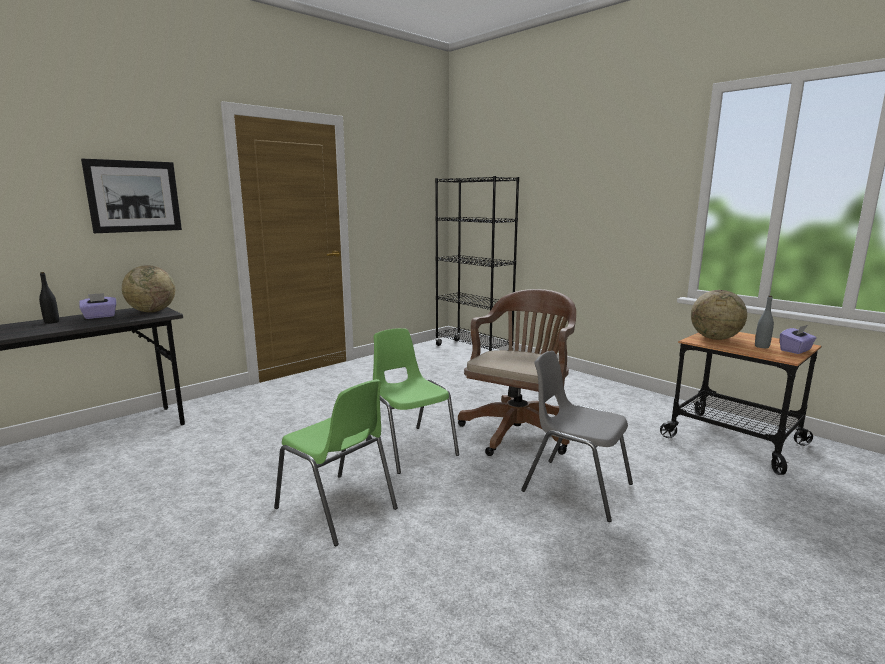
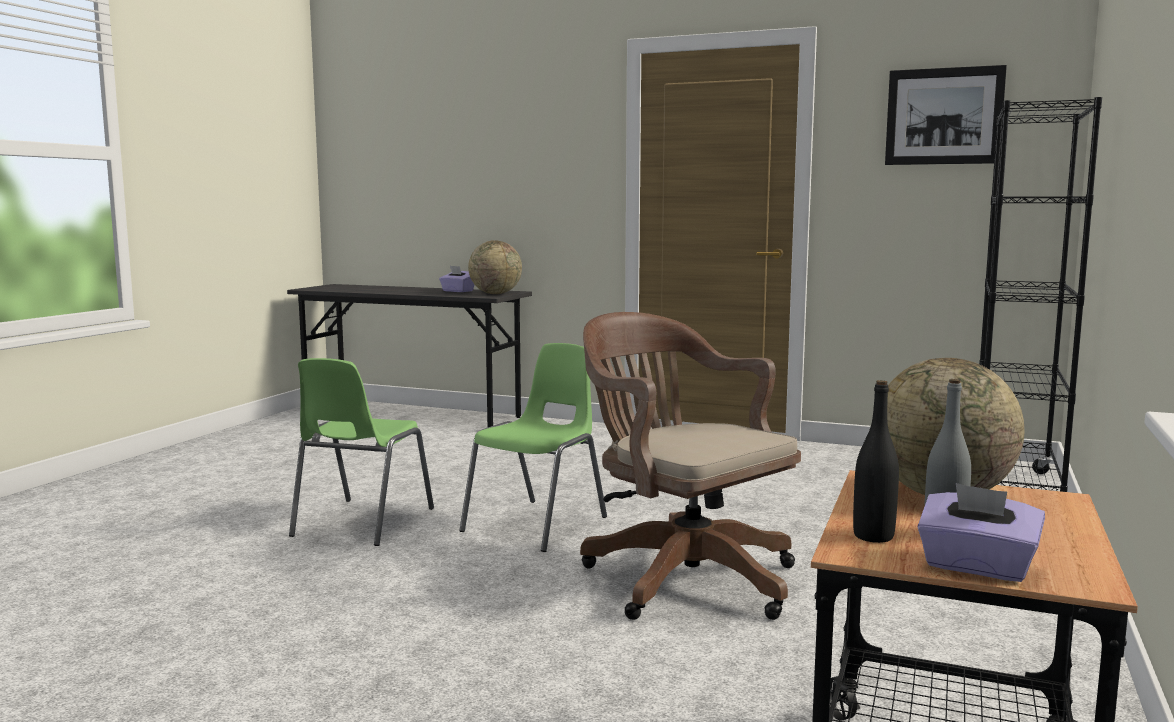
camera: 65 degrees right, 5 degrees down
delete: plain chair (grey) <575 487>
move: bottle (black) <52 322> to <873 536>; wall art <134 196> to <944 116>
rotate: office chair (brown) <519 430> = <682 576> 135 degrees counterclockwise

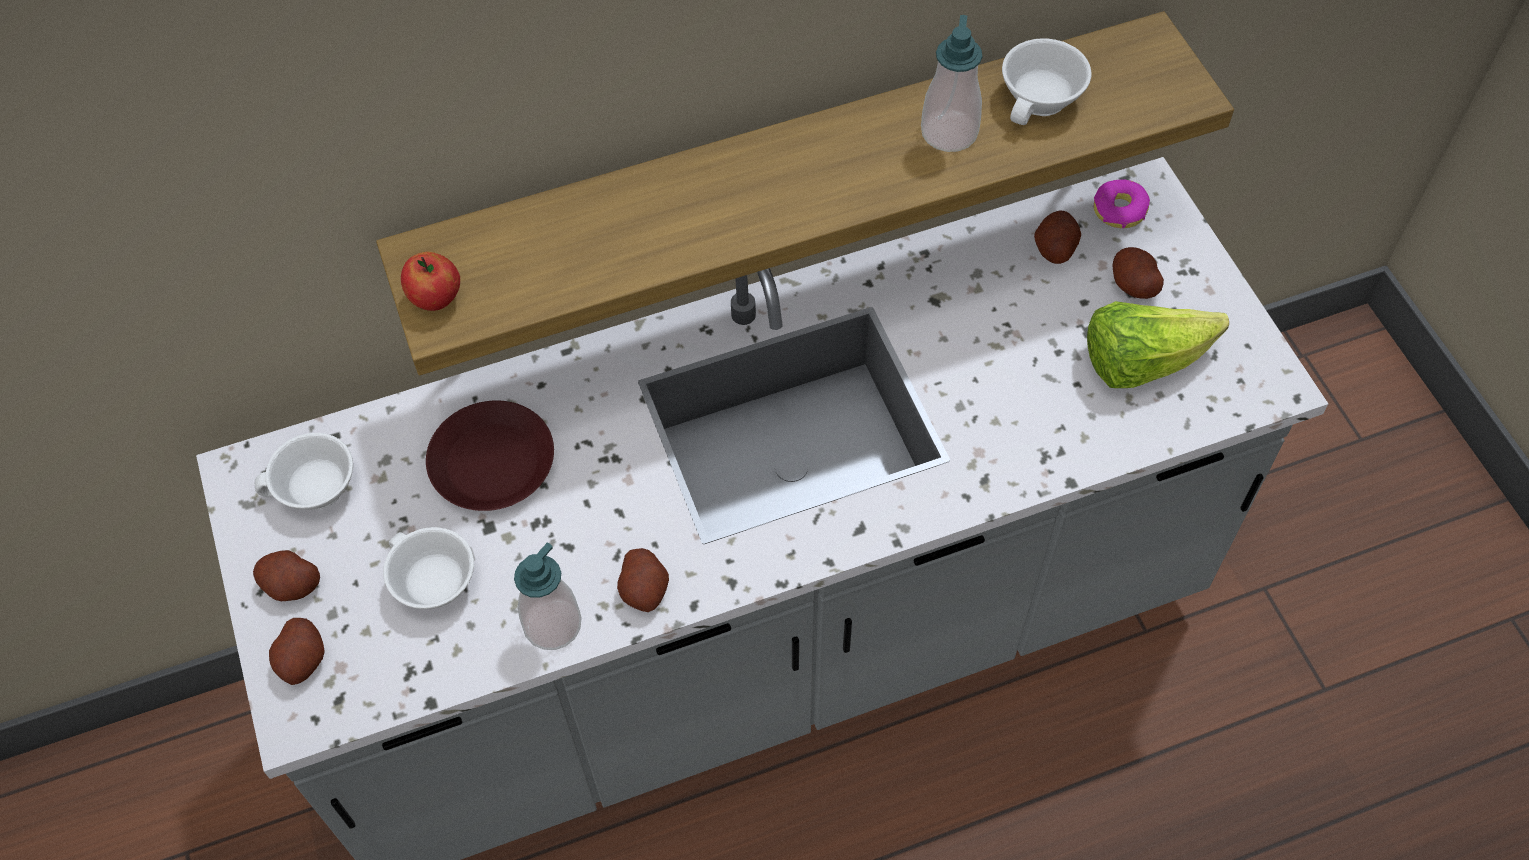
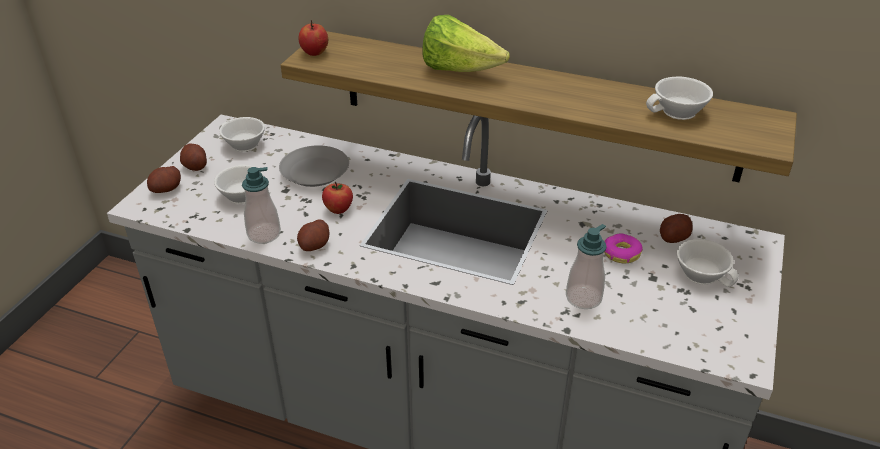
camera: 40 degrees right, 20 degrees down
insert: apple <338 210>
move: soap dispenser <949 132> to <583 298>; lettuce head <1141 362> to <459 70>; ring doughnut <1119 210> to <621 253>
replace: whole potato <1133 285> to cup (white) <703 274>
recolor: flat dish (brown) <493 464> to flat dish (grey) <314 172>

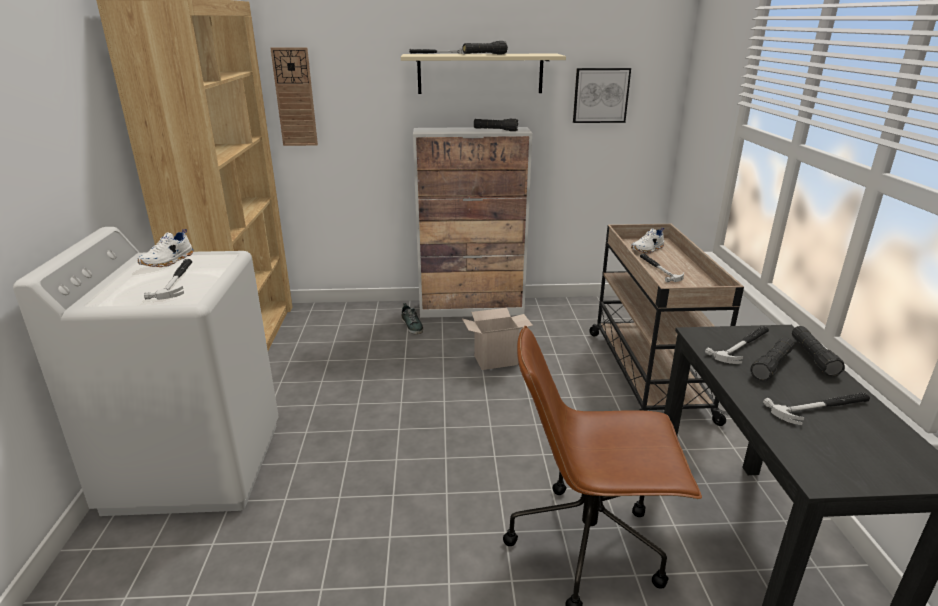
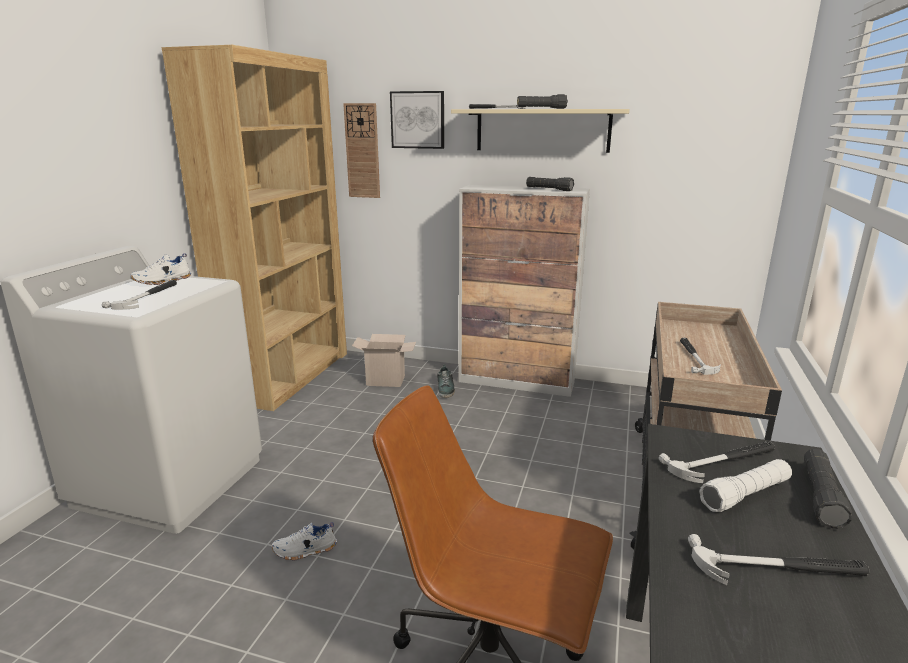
camera: 20 degrees right, 5 degrees down
move: packing box <496 360> to <387 380>; wall art <600 95> to <418 120>; low shoe (white) <648 249> to <305 550>
recolor: hand torch (black) <771 366> to hand torch (white) <745 495>

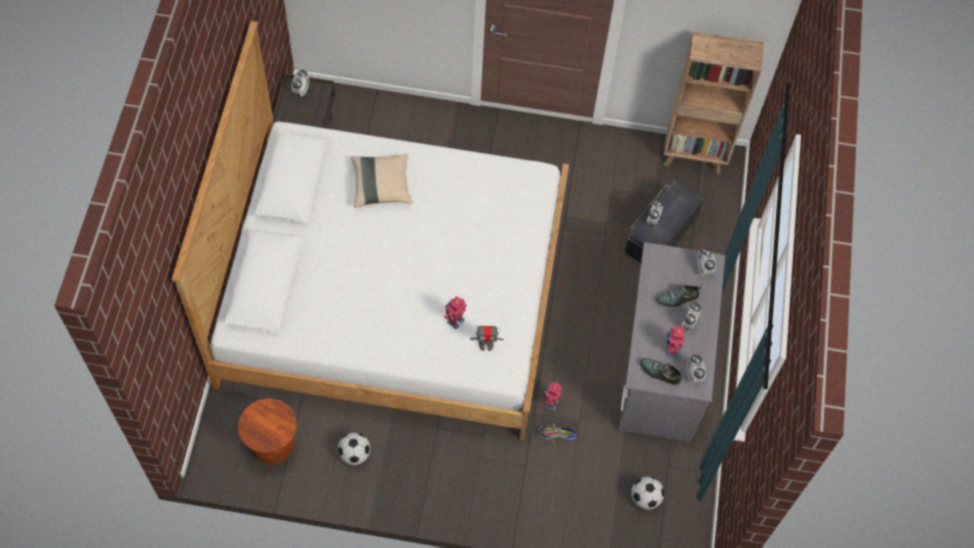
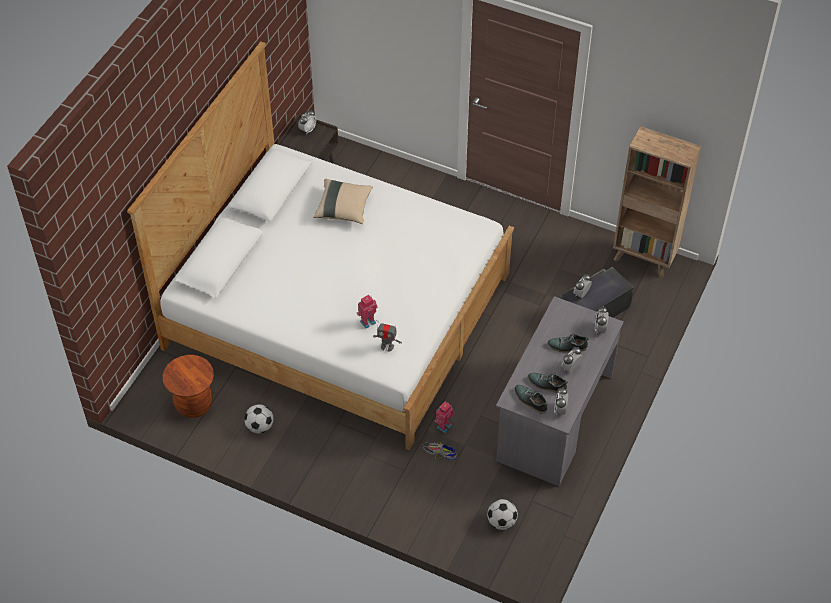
camera: 20 degrees right, 10 degrees down
replace: robot figure <671 350> to low shoe <547 385>

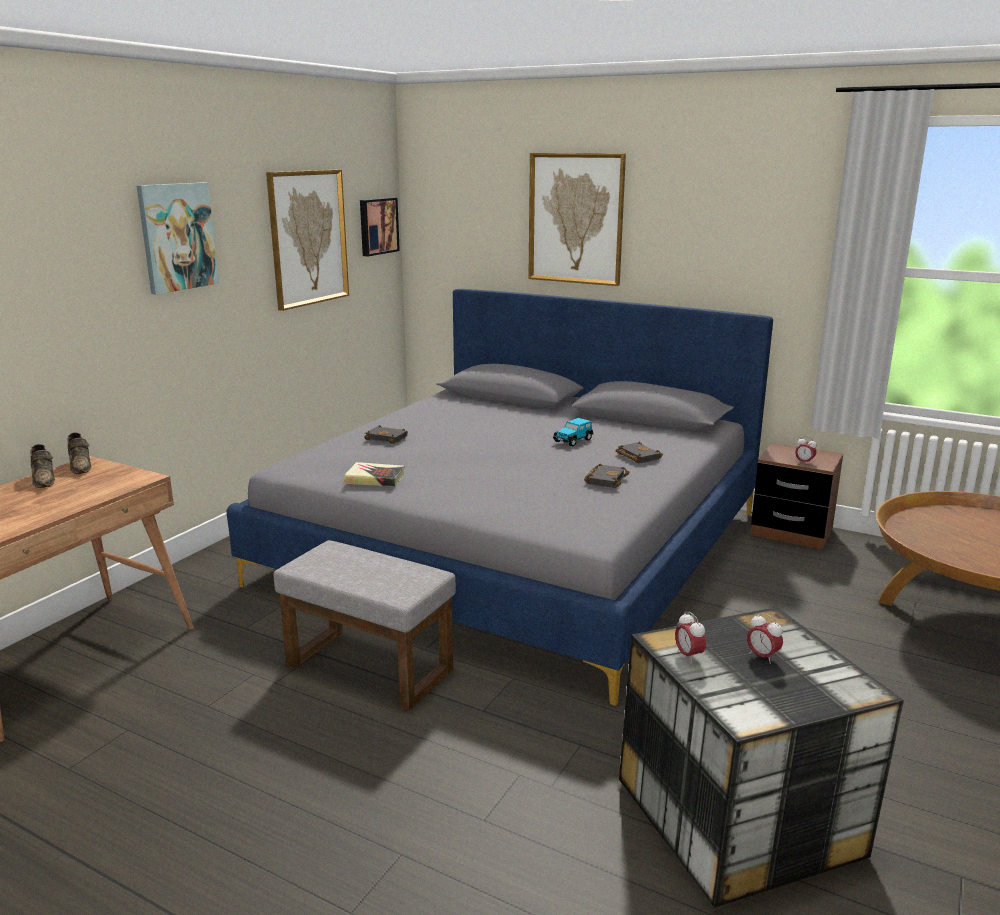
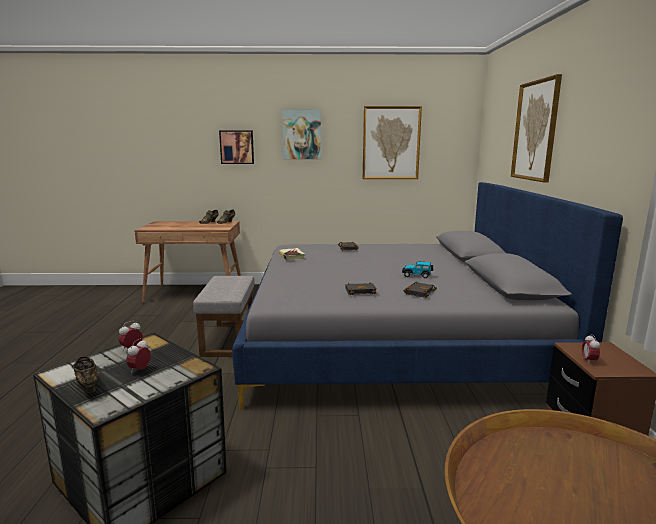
camera: 60 degrees right, 5 degrees down
insert: low shoe (brown) <88 385>
move: wall art <377 226> to <237 147>

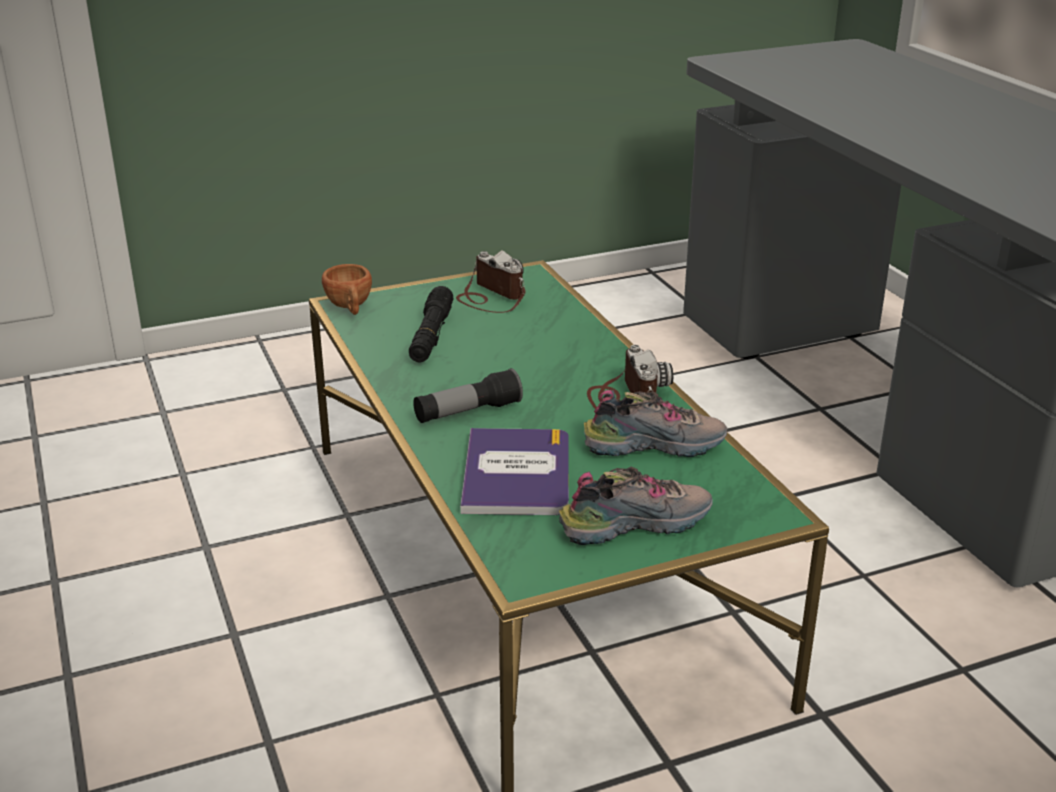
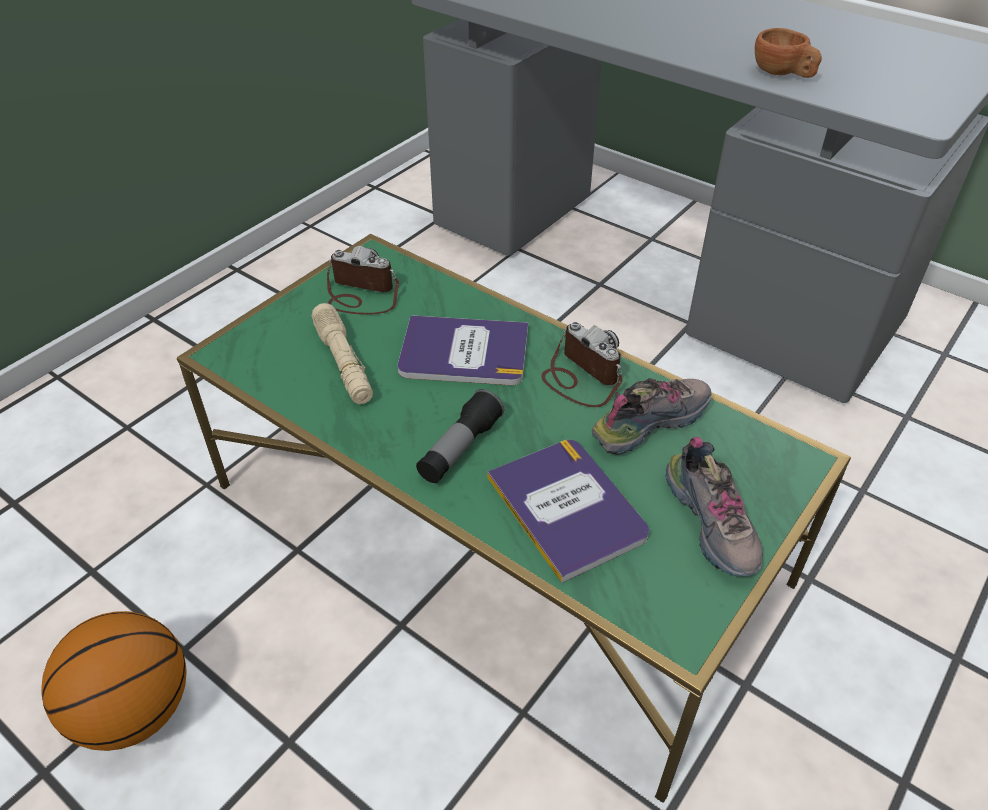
camera: 30 degrees left, 15 degrees up
insert: ball for basketball <134 710>; volume <464 352>
move: cup (brown) <350 308> to <783 74>
recolor: hand torch (black) <431 335> to hand torch (sand-coloured) <343 363>
rotate: low shoe <635 524> = <714 523> 120 degrees clockwise

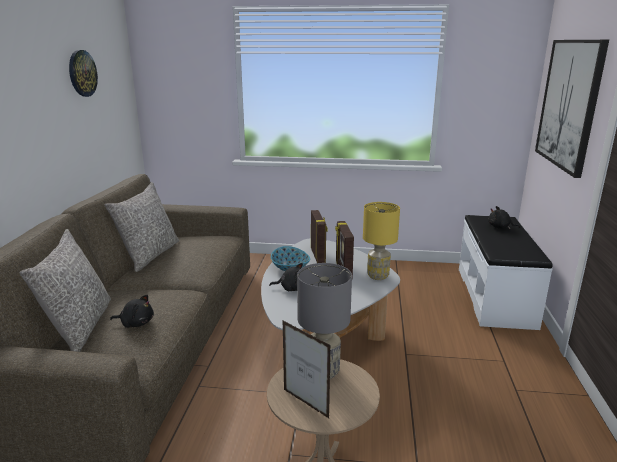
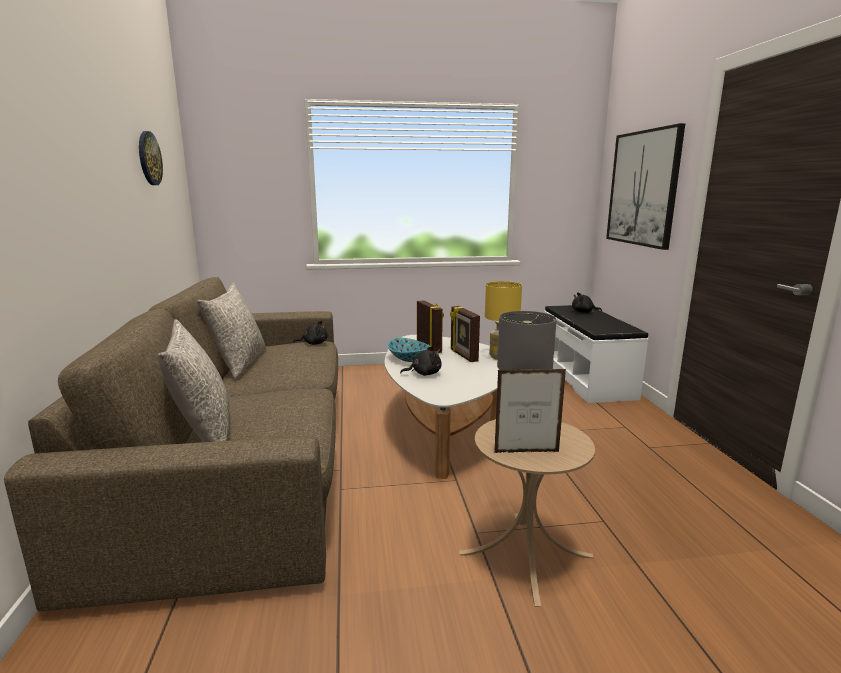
camera: 15 degrees left, 5 degrees down
move: plush toy (black) <136 323> to <313 343>
rotate: standing frame <305 403> = <526 452> 150 degrees clockwise

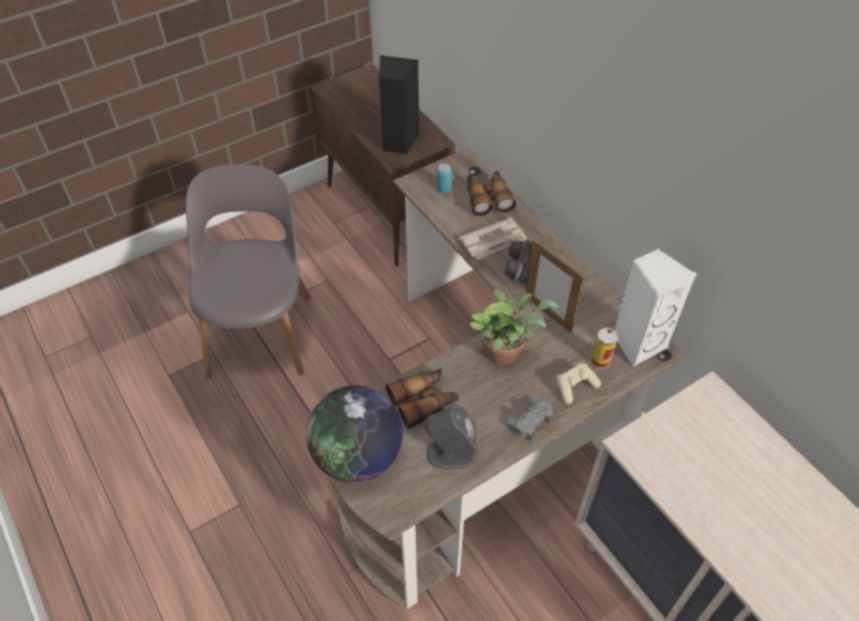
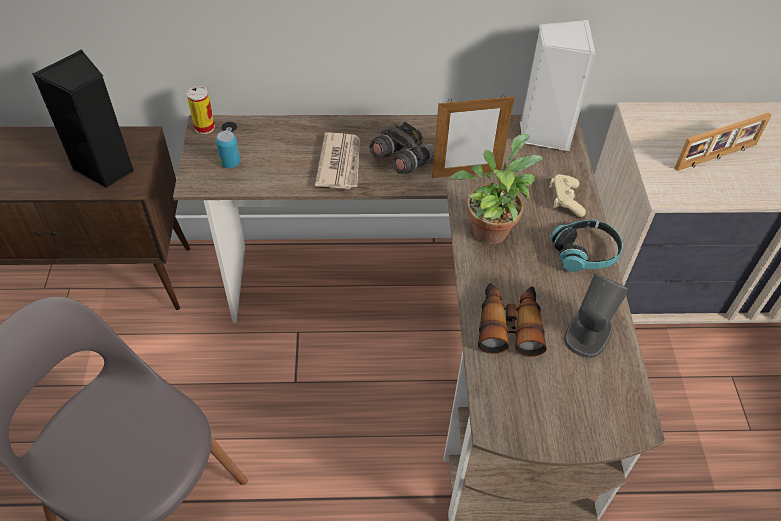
camera: 60 degrees left, 0 degrees up
delete: desk globe <357 457>; field glasses <488 198>
insert: standing frame <716 157>
move: can <600 360> to <204 127>
replace: game controller (grey) <530 421> to pair of headphones <585 253>

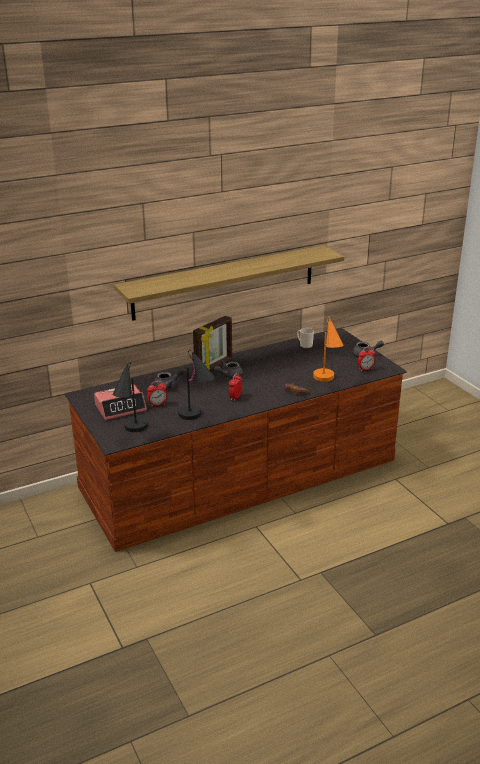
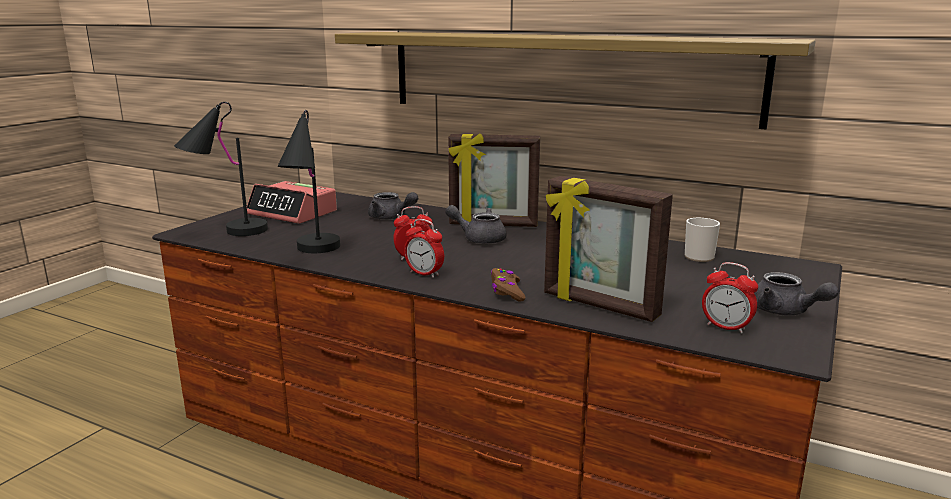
camera: 55 degrees right, 10 degrees down
move: alarm clock <158 404> to <424 274>
replace: tabletop lamp (orange) <327 381> to standing frame <599 306>

